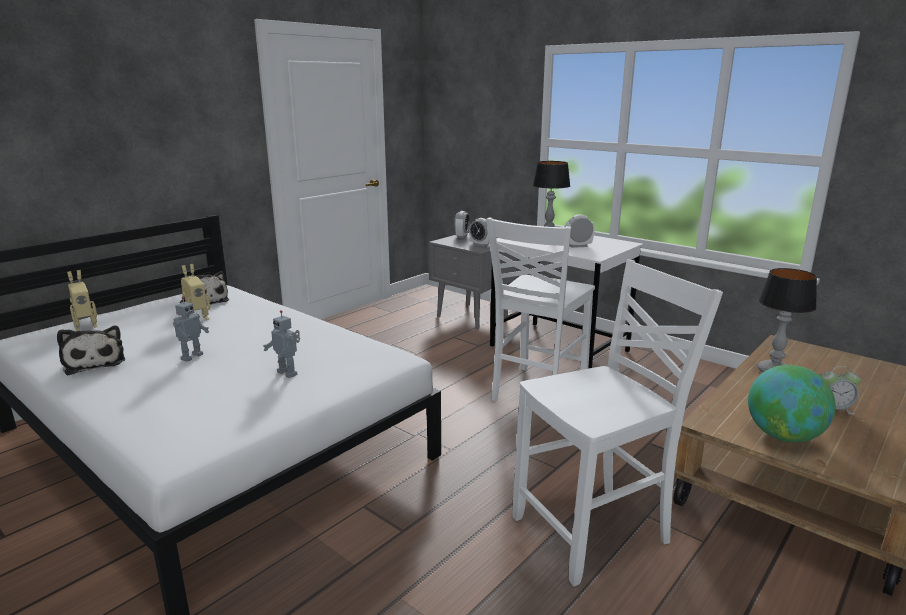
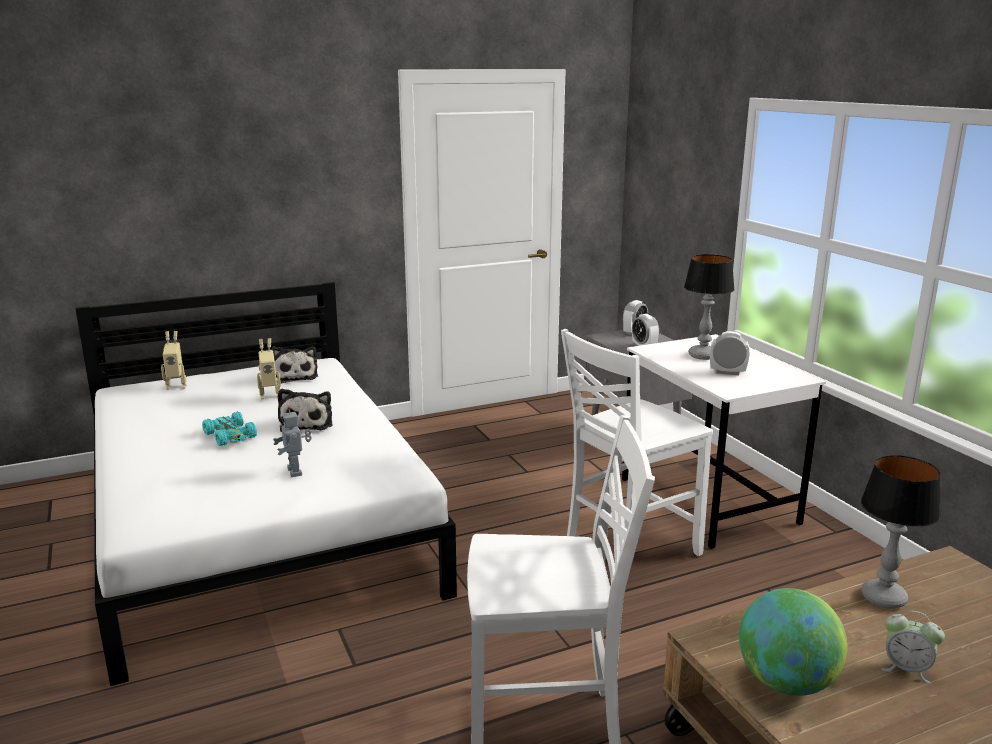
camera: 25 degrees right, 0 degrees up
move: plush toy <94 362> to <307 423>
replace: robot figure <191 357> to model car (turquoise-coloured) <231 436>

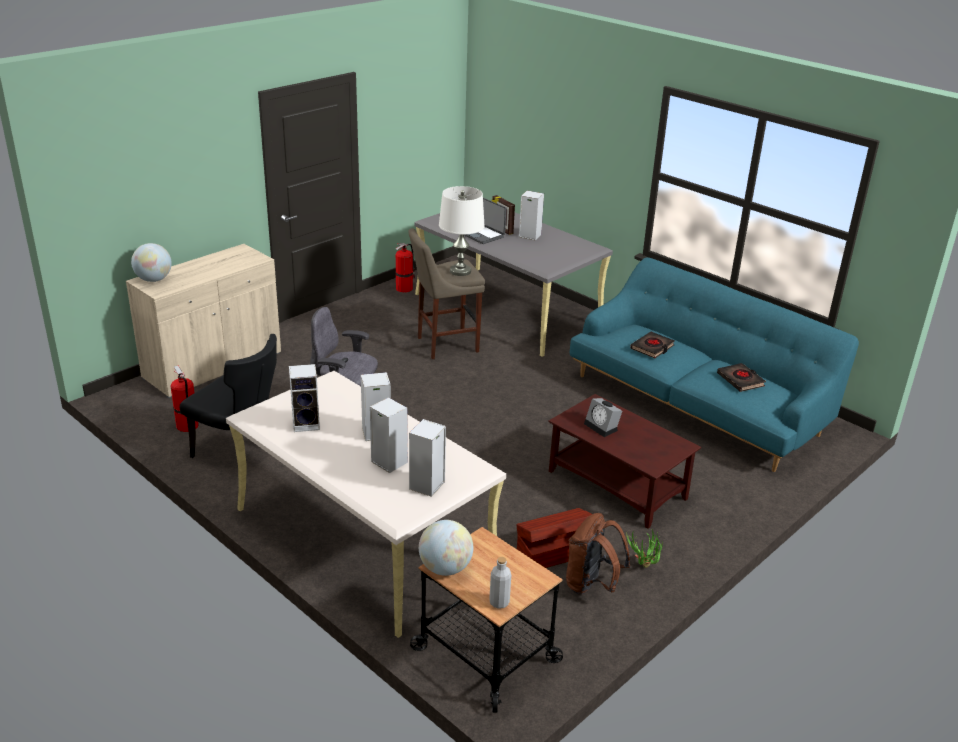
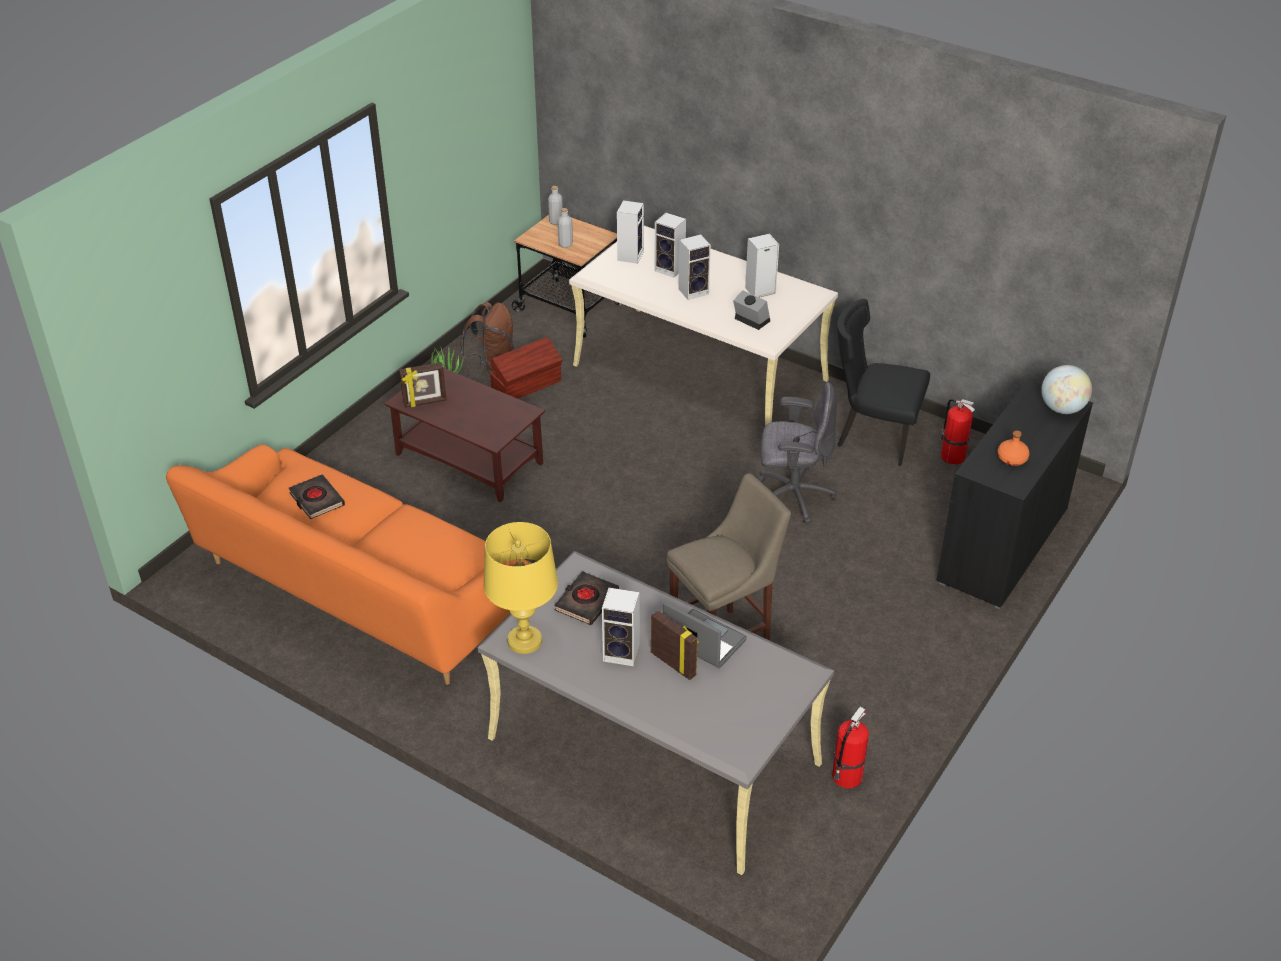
camera: 170 degrees right, 10 degrees up
delete: desk globe <445 568>; tabletop lamp (white) <460 271>
insert: standing frame <425 402>; tabletop lamp (yellow-coloured) <524 641>; bottle (grey) <565 244>; bottle (orange) <1011 459>
move: alarm clock <602 427> to <750 320>; volume (black) <652 347> to <586 601>
recolor: cupboard (sand-coloured) <213 366> to cupboard (black) <1002 545>; couch (turquoise-coloured) <698 403> to couch (orange) <360 590>

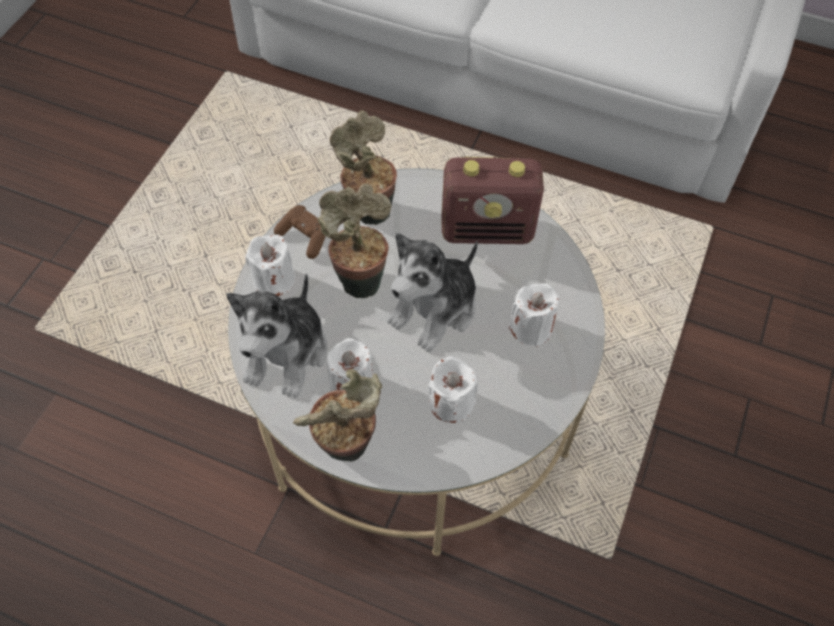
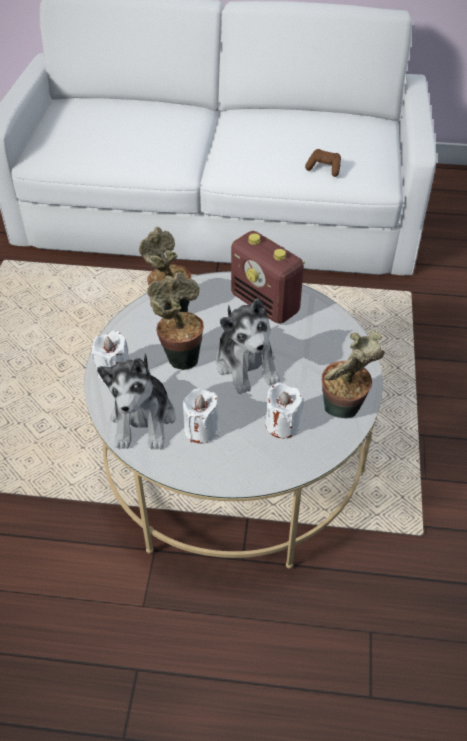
camera: 15 degrees left, 10 degrees down
delete: wax light (white) <531 328>
move: game controller (brown) <305 237> to <324 168>; houseplant <346 449> to <343 411>
rotate: plush toy <435 309> = <247 365> 45 degrees counterclockwise; radio receiver <488 230> = <265 304> 60 degrees clockwise

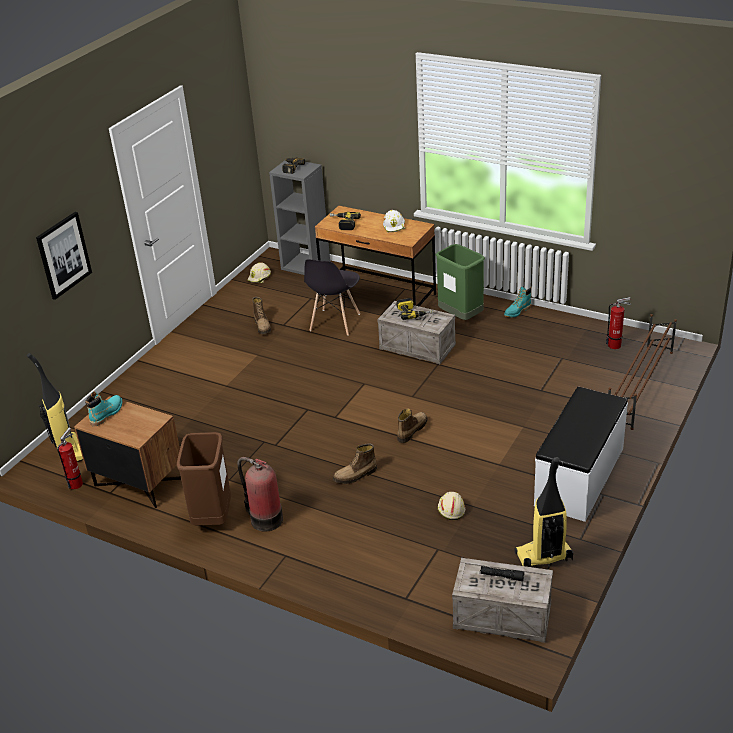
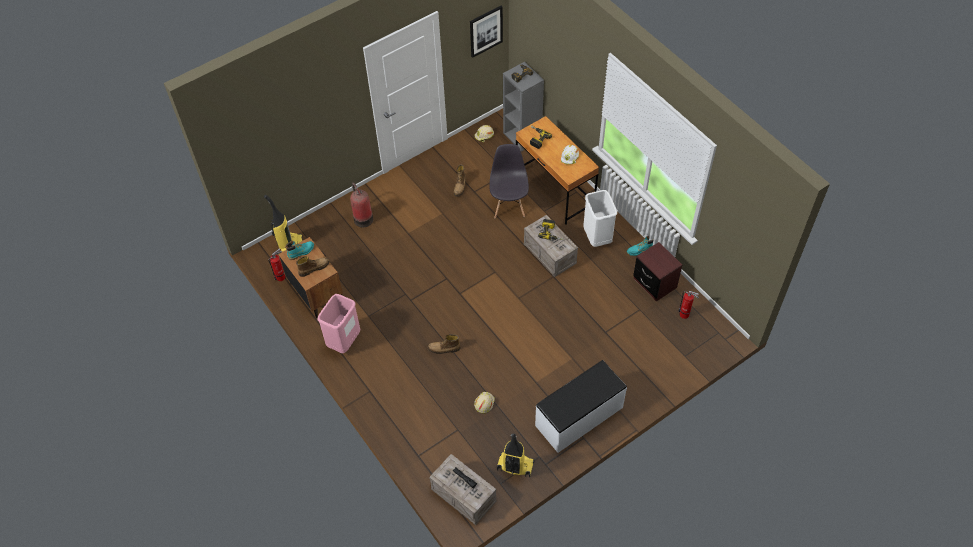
camera: 25 degrees right, 20 degrees up
delete: shoe stand (brown) <639 386>
insert: bedside table (brown) <654 283>
move: wall art <63 255> to <486 31>; fire-fighting cylinder <264 519> to <362 218>; boot <411 430> to <314 268>
recolor: rubbish bin (brown) <212 517> to rubbish bin (pinkish) <344 342>; rubbish bin (greenish) <461 317> to rubbish bin (white) <597 238>
rotate: plain chair (grey) <334 323> = <509 205> 135 degrees clockwise

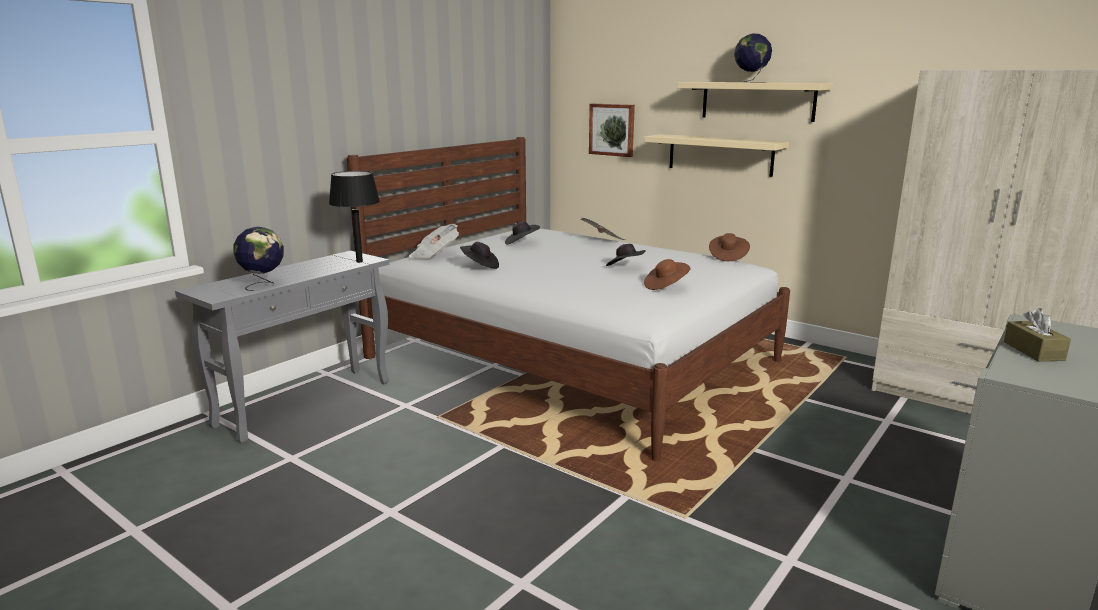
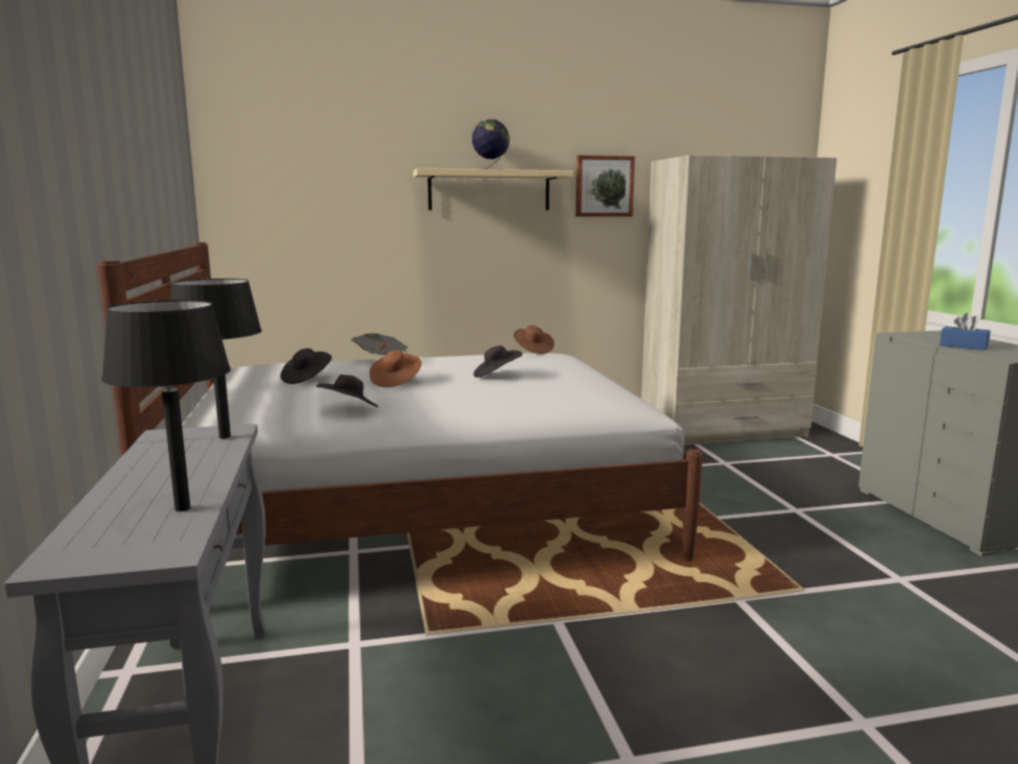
camera: 50 degrees left, 5 degrees down
delete: daily paper <434 255>; shelf (sand-coloured) <720 154>
move: wall art <612 129> to <604 186>; wearable hat (brown) <666 286> to <395 382>
replace: desk globe <263 285> to tabletop lamp (black) <182 508>
recolor: tissue box (brown) <1033 351> to tissue box (blue) <963 346>

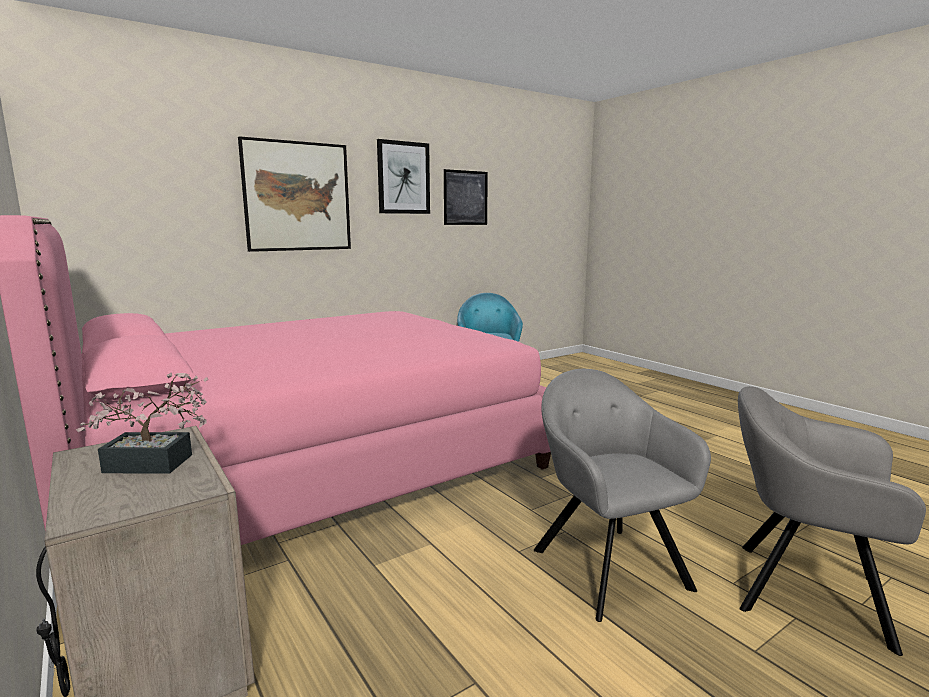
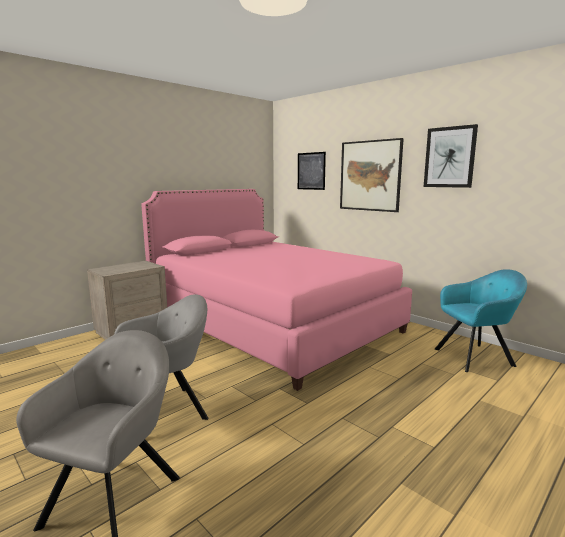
camera: 80 degrees right, 0 degrees up
delete: houseplant <157 464>
move: wall art <465 198> to <311 171>

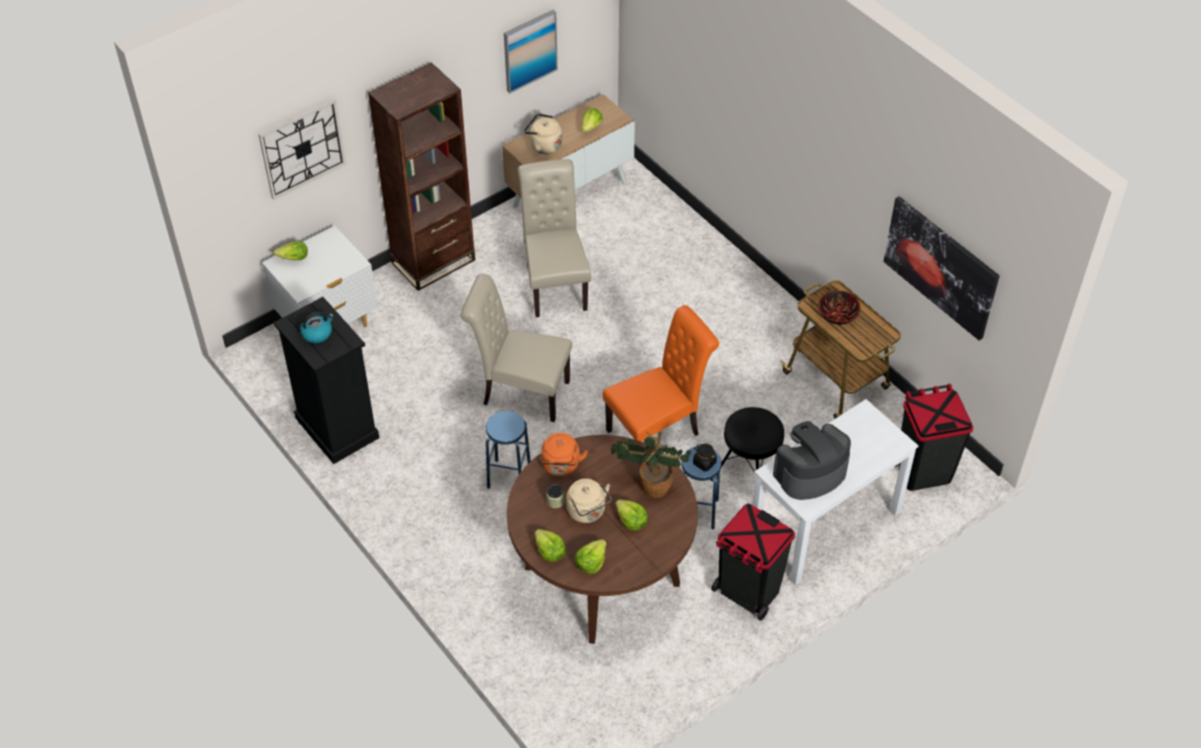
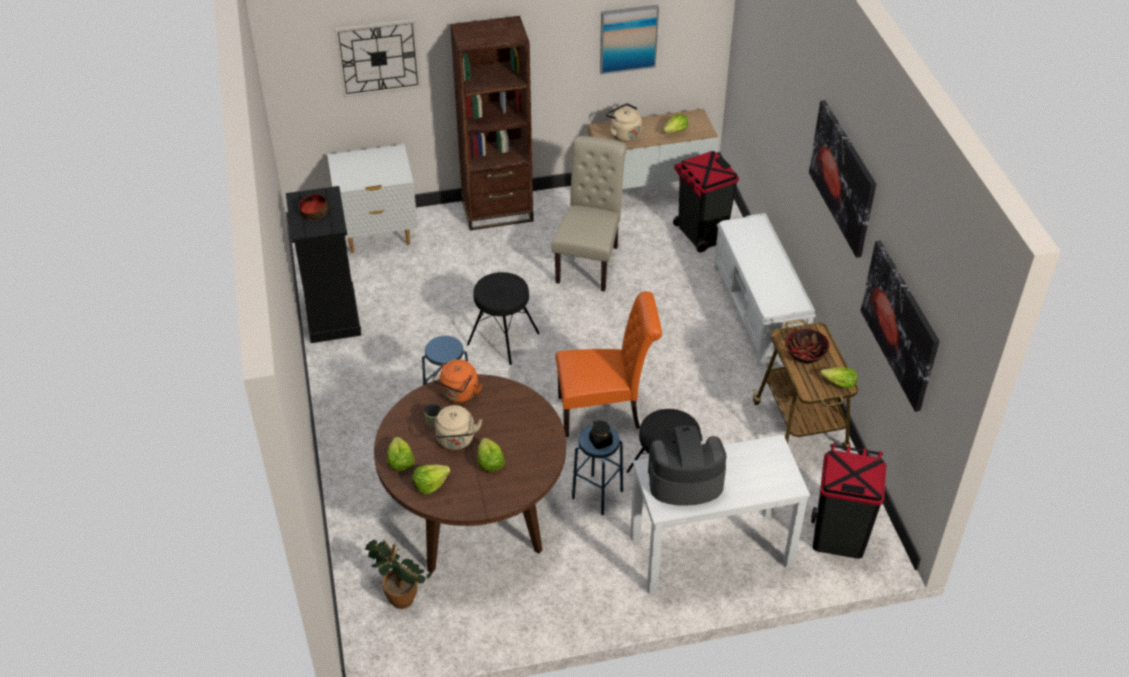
camera: 25 degrees right, 5 degrees down
insert: long seat (white) <759 312>; wall art <843 177>
move: lettuce head <293 258> to <839 384>; houseplant <650 485> to <399 594>; rubbish bin (black) <748 592> to <701 235>
replace: kettle <317 333> to bowl <314 212>; plain chair (sand-coloured) <520 392> to sitting stool (black) <503 339>

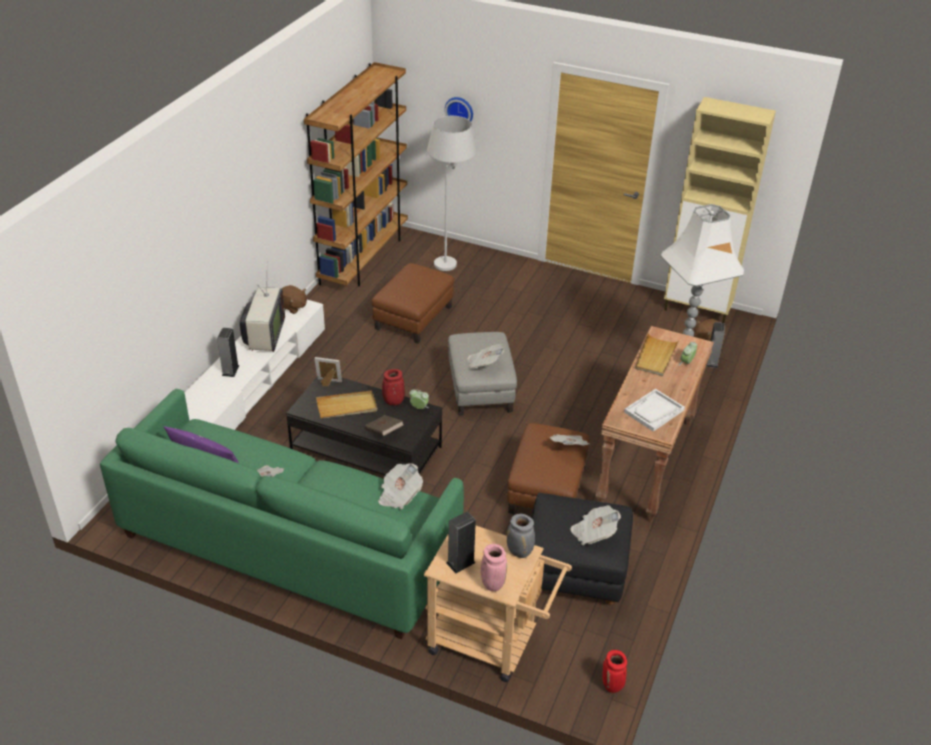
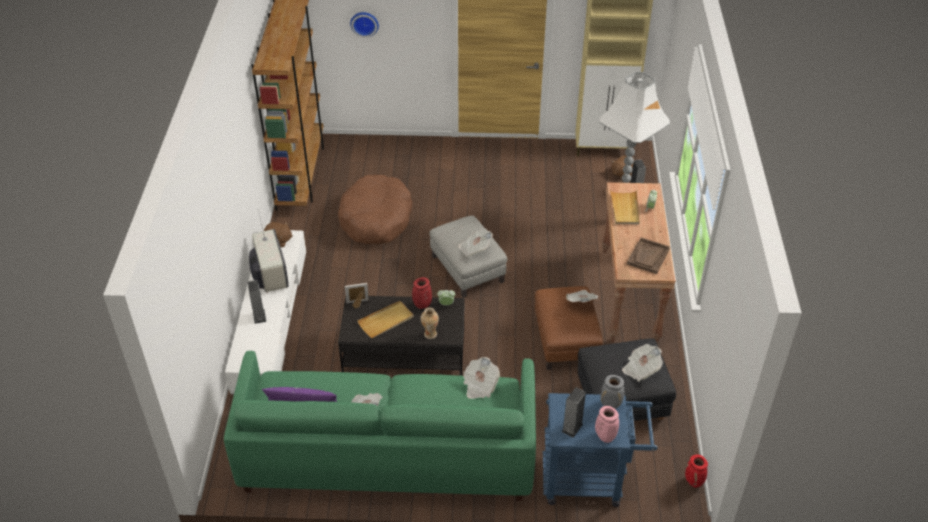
camera: 20 degrees left, 5 degrees up
delete: standing lamp (white) <450 258>
replace: volume (brown) <384 432> to flower vase <430 334>; footrest (brown) <413 317> to pet bed (brown) <376 219>
recolor: trolley (sand-coloured) <491 643> to trolley (blue) <590 480>; tray (white) <654 411> to tray (brown) <648 256>

